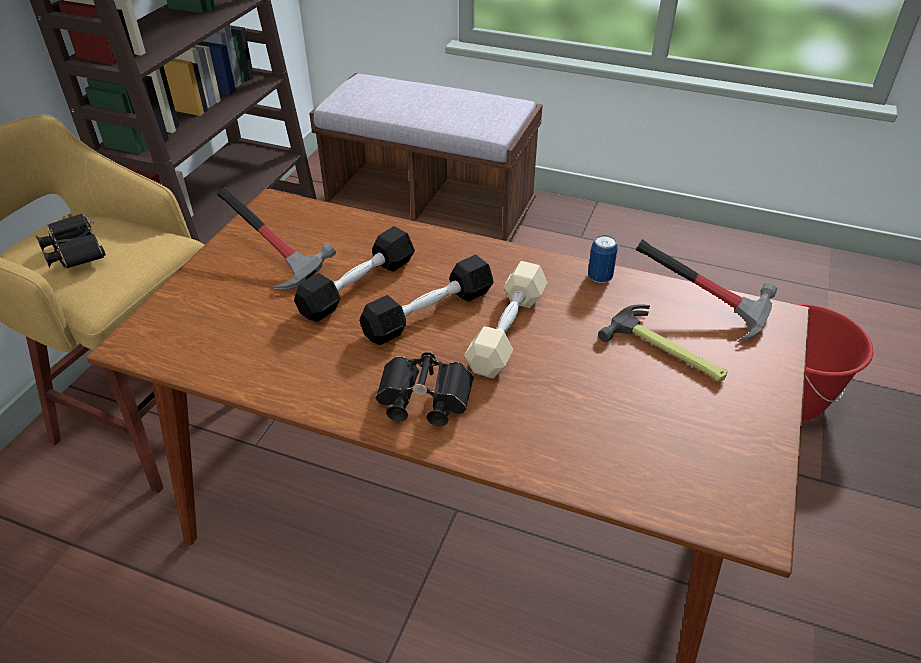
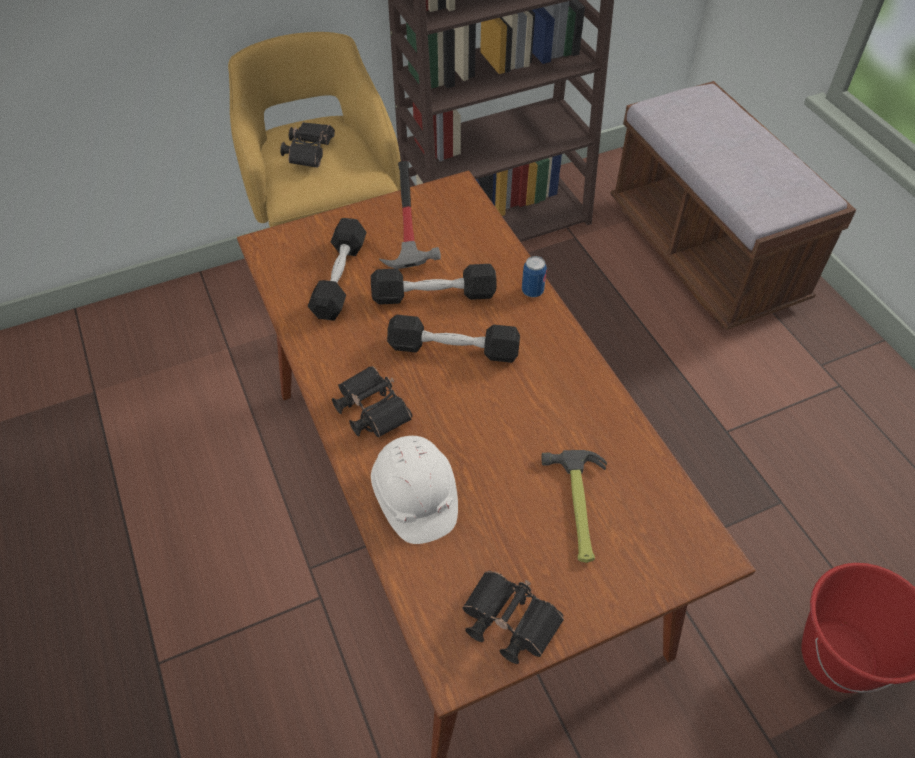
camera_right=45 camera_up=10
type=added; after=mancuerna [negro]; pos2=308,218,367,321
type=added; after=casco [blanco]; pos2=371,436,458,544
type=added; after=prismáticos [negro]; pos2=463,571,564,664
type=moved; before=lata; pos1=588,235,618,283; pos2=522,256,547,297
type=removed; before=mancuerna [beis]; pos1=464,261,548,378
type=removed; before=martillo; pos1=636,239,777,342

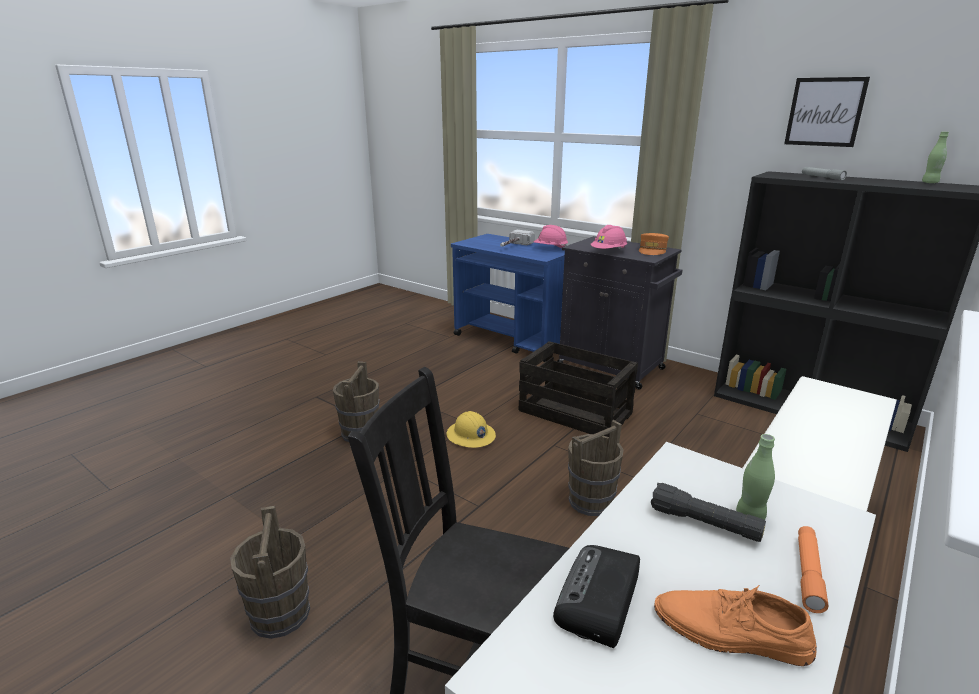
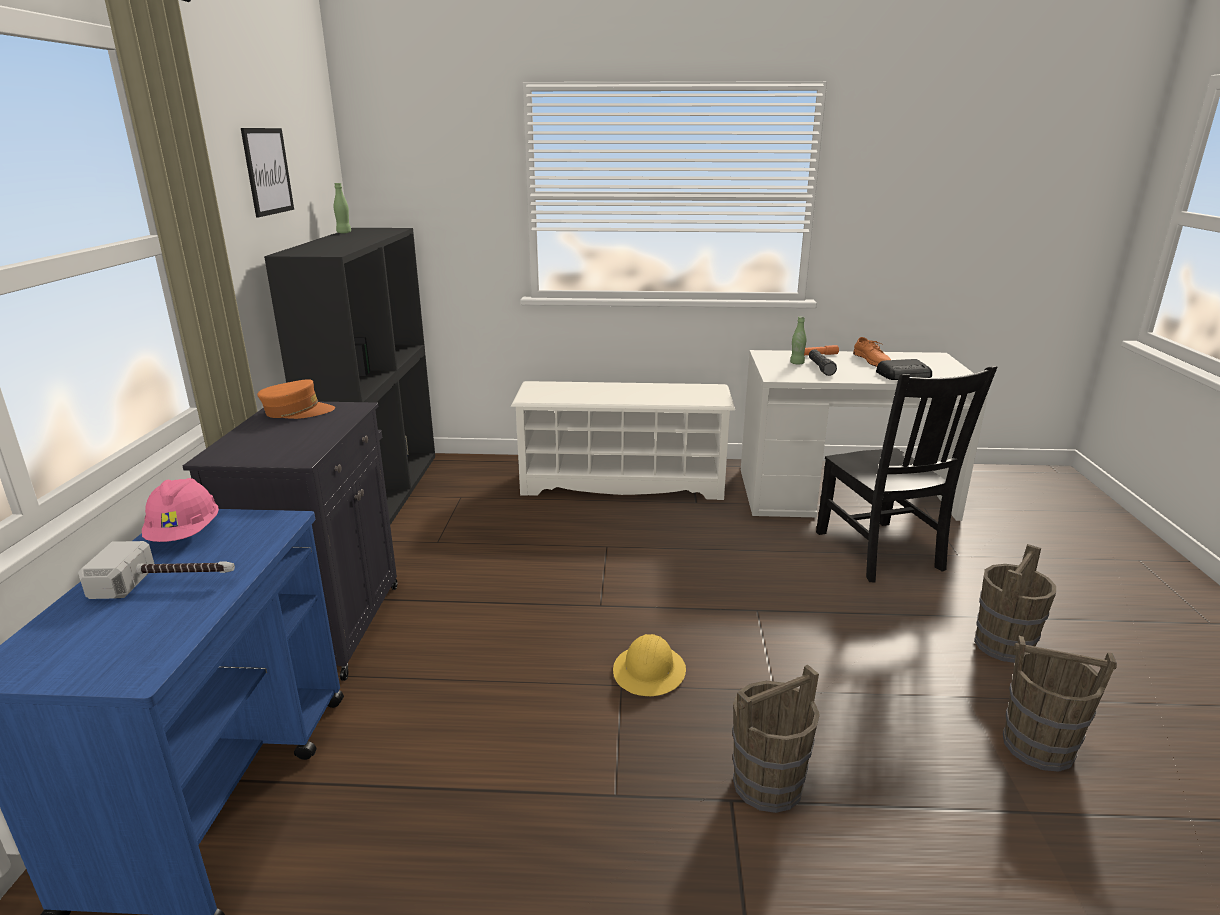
camera_right=-125 camera_up=0
type=moved; before=cubo [marrón]; pos1=568,420,624,516; pos2=1003,636,1117,772
type=removed; before=caja de embalaje; pos1=519,341,638,437
type=removed; before=casco [rosa]; pos1=591,225,627,249
type=removed; before=linterna [gris]; pos1=802,167,847,180

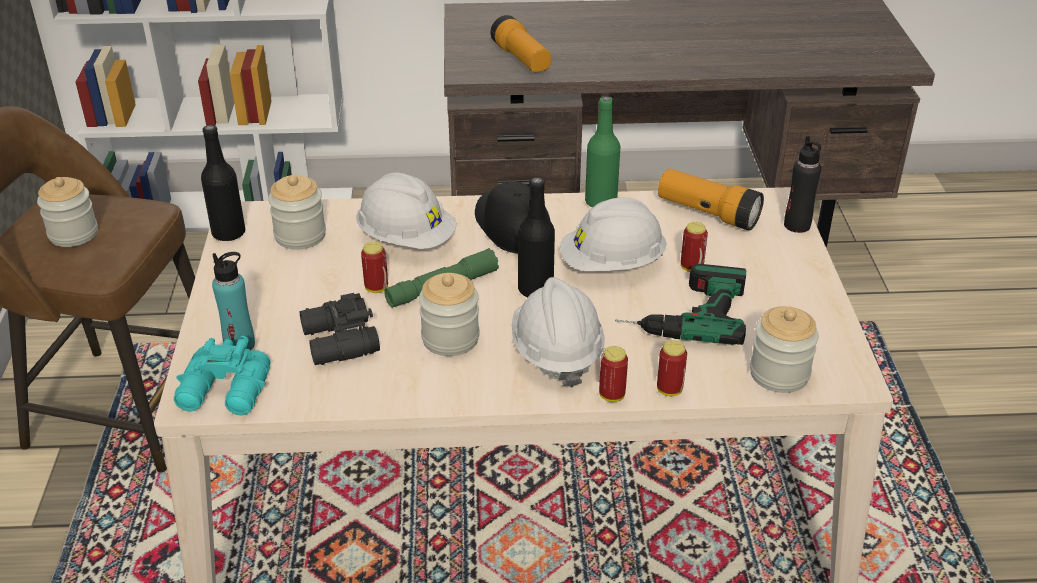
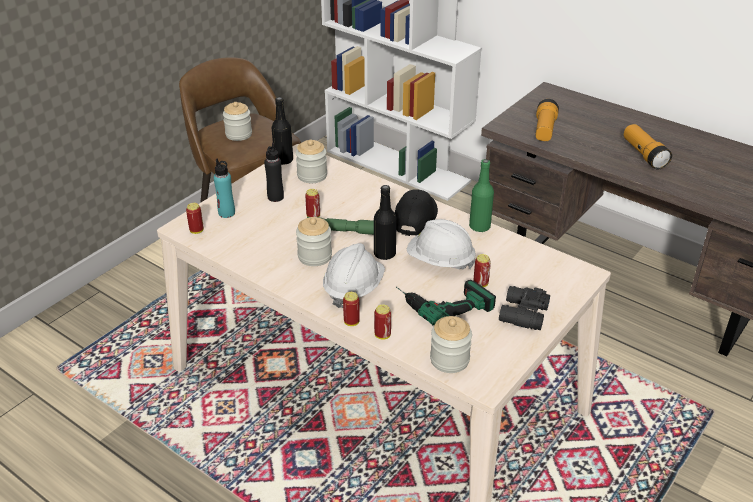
camera_right=40 camera_up=0
type=replaced; before=prismáticos [turquesa]; after=lata; pos1=174,336,270,415; pos2=186,203,204,234
type=moved; before=botella [negro]; pos1=784,136,821,233; pos2=264,143,284,202
type=moved; before=prismáticos [negro]; pos1=300,293,380,365; pos2=499,286,550,330
type=moved; before=linterna; pos1=658,168,764,231; pos2=623,124,672,170
type=removed; before=casco [blanco]; pos1=356,172,457,249

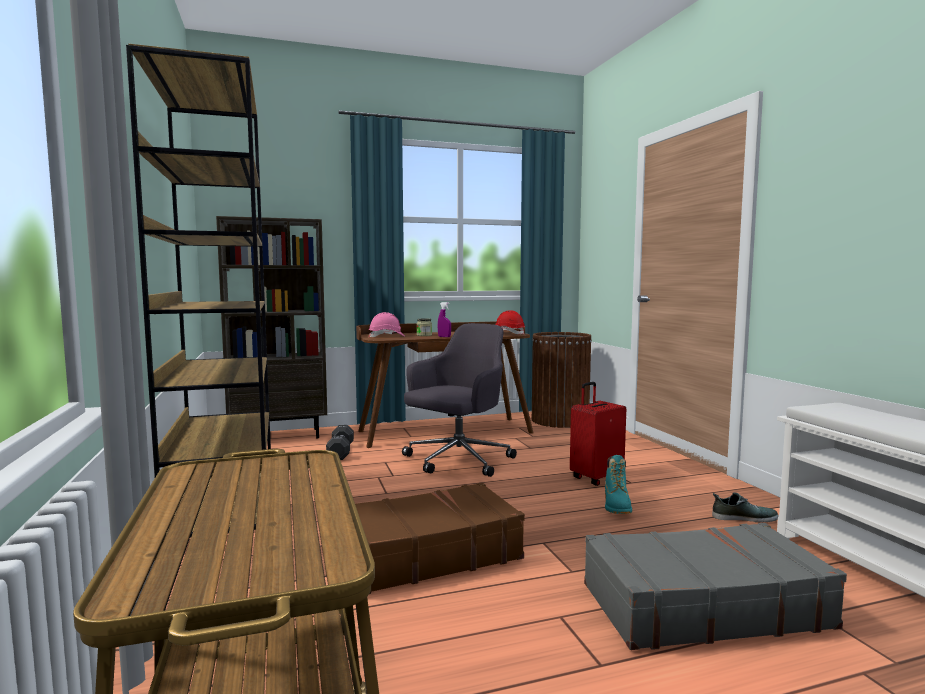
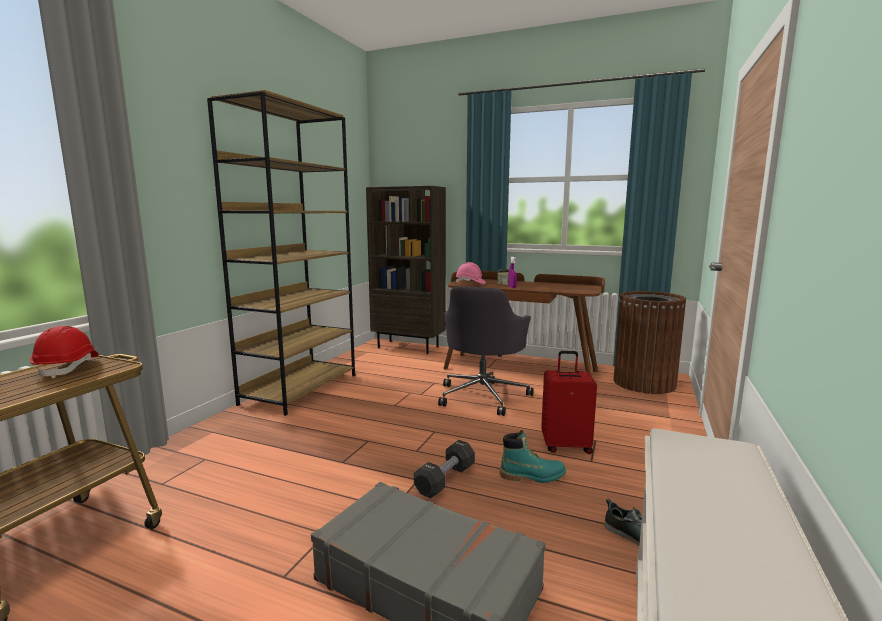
camera_right=40 camera_up=5
type=moved; before=casco [rojo]; pos1=495,310,525,334; pos2=30,326,99,378
type=moved; before=mancuerna [negro]; pos1=326,425,354,460; pos2=414,440,475,498
type=turned; before=silla de oficina [gris]; pos1=402,323,517,477; pos2=438,286,534,416; turn=120
type=turned; before=bota [turquesa]; pos1=605,455,632,514; pos2=500,430,566,483; turn=-135
type=removed; before=maleta [marrón]; pos1=355,482,525,594

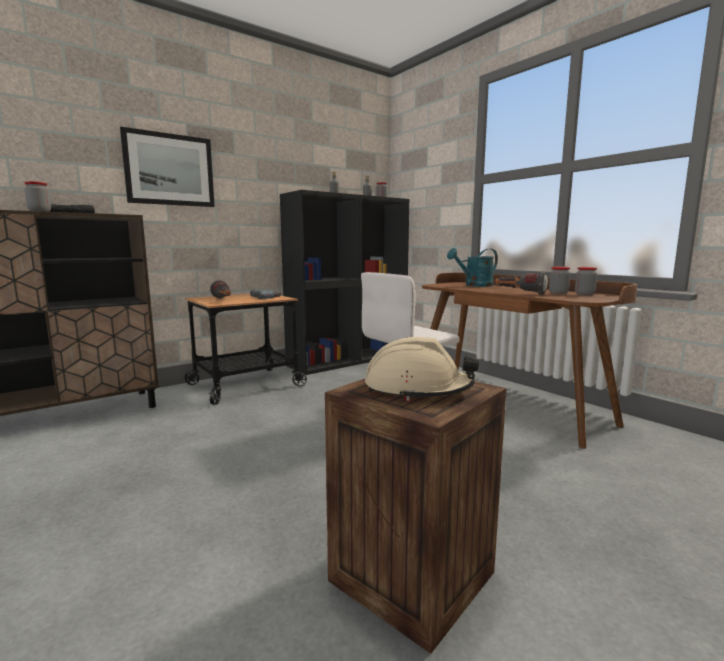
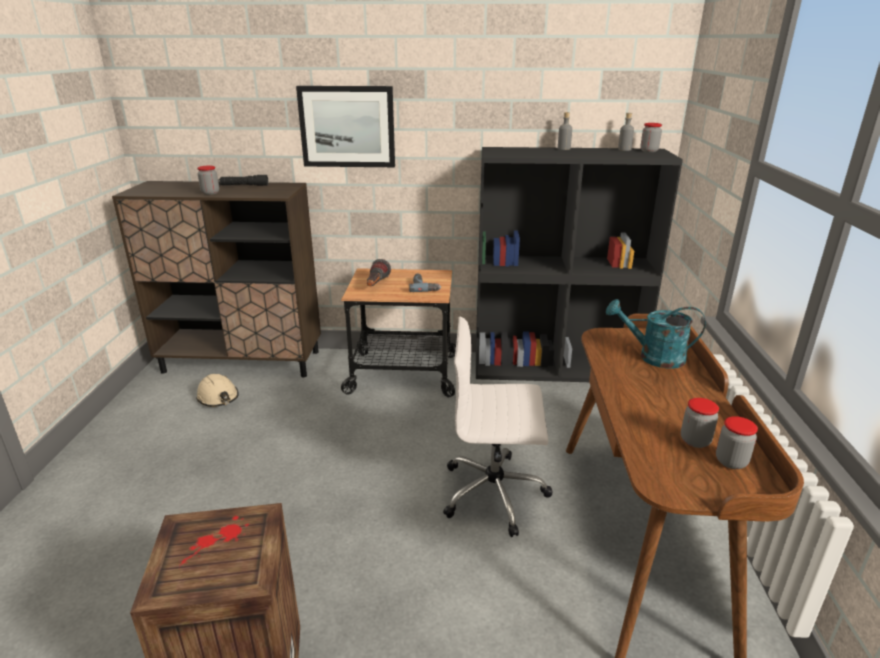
camera_right=40 camera_up=15
type=moved; before=casco [beis]; pos1=365,337,479,401; pos2=196,374,239,407
type=removed; before=linterna; pos1=495,271,548,295

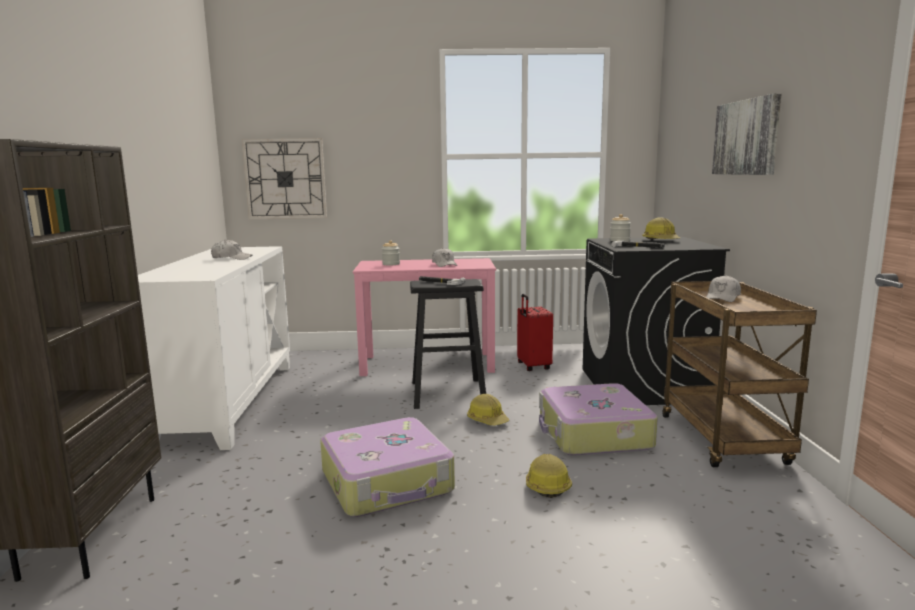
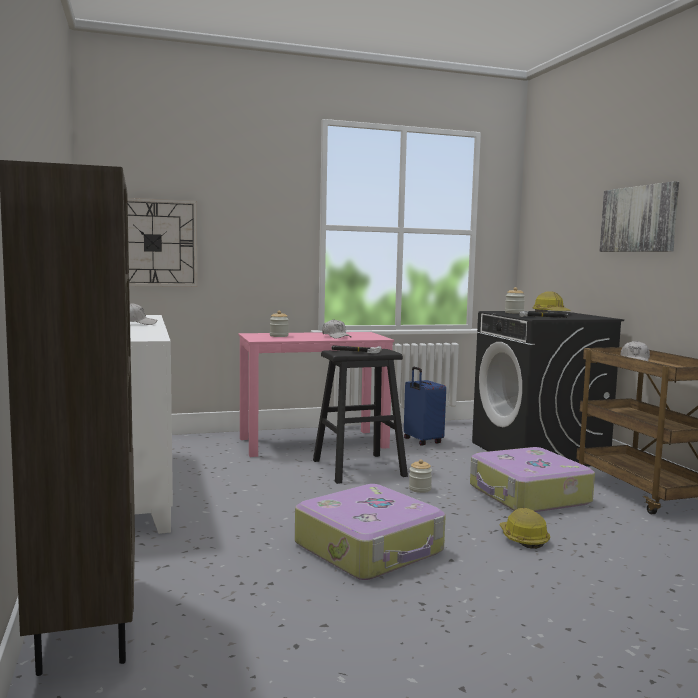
camera_right=-15 camera_up=-5
type=recoloured; before=maleta [rojo]; after=maleta [azul]; pos1=517,294,553,371; pos2=404,367,446,446
type=replaced; before=casco; after=tarro; pos1=467,394,509,425; pos2=409,459,432,493

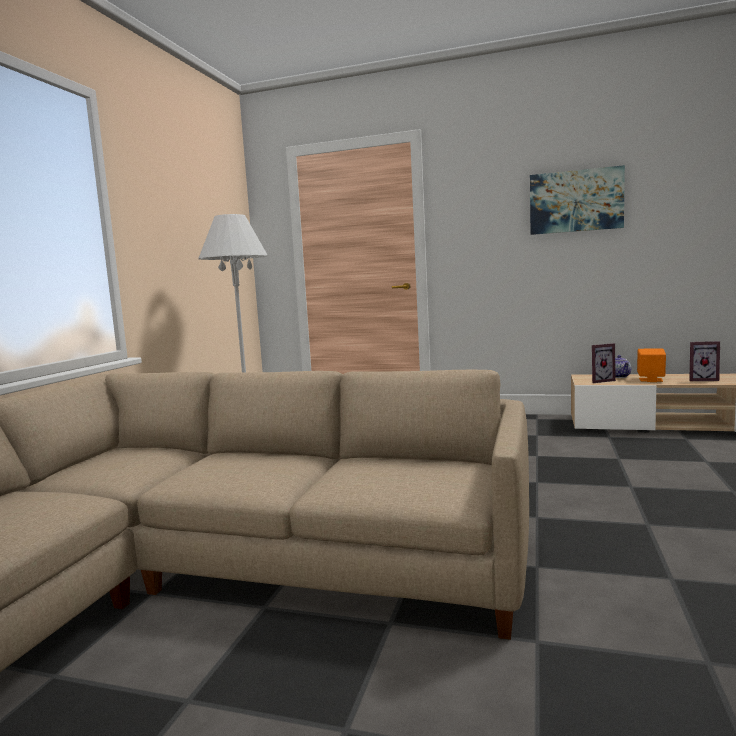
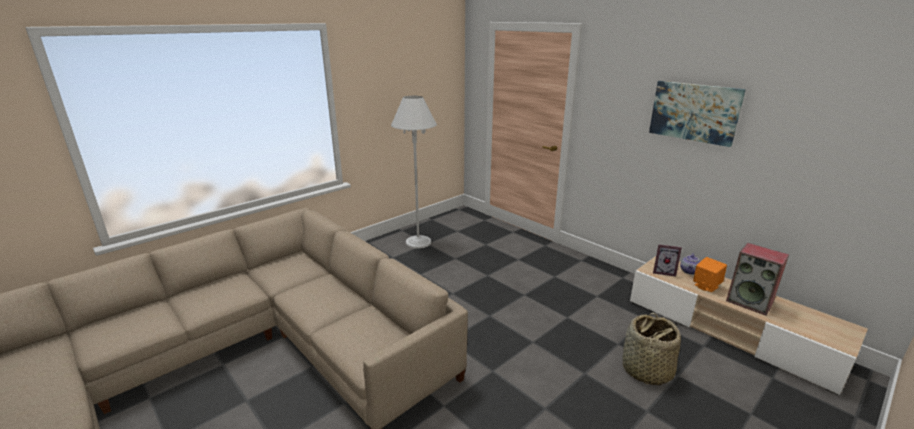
camera_right=30 camera_up=15
type=added; after=cesta; pos2=622,313,681,385
type=replaced; before=portarretratos; after=altavoz; pos1=689,341,720,381; pos2=726,243,789,316

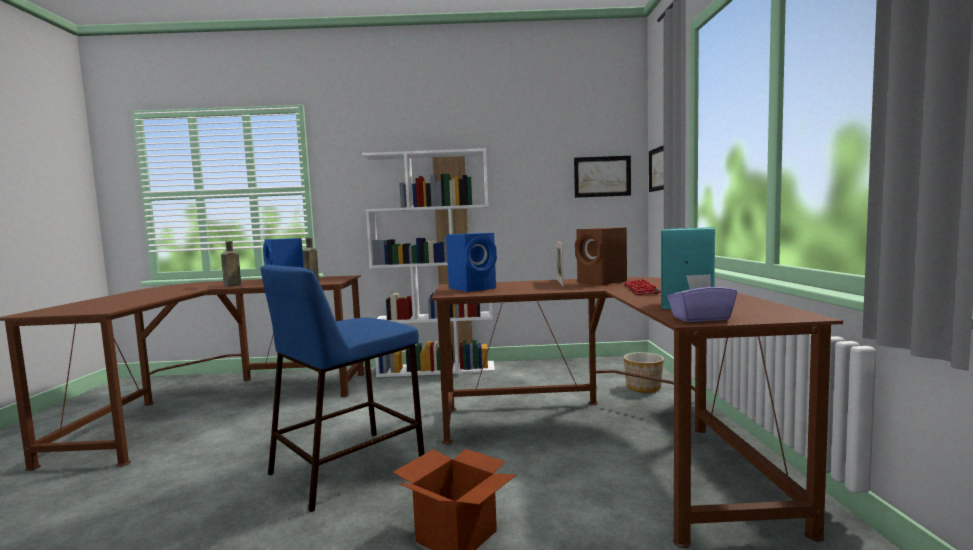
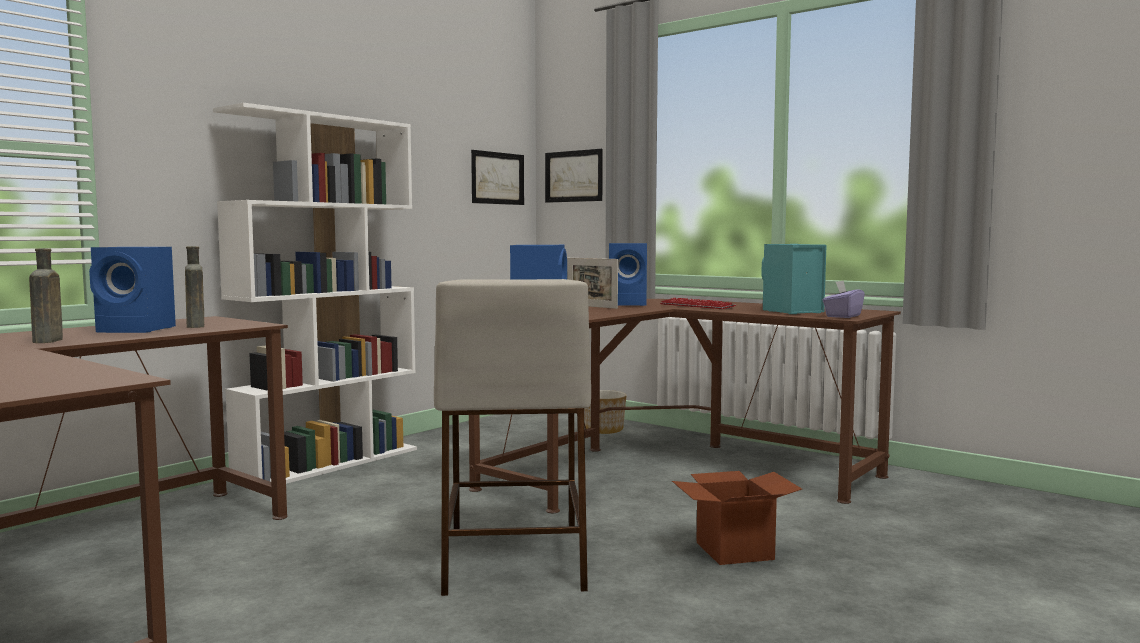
camera_right=-50 camera_up=0
type=recoloured; before=taburete [azul]; after=taburete [beis]; pos1=260,264,425,512; pos2=434,279,591,596
type=recoloured; before=altavoz [marrón]; after=altavoz [azul]; pos1=575,227,627,285; pos2=609,243,647,306

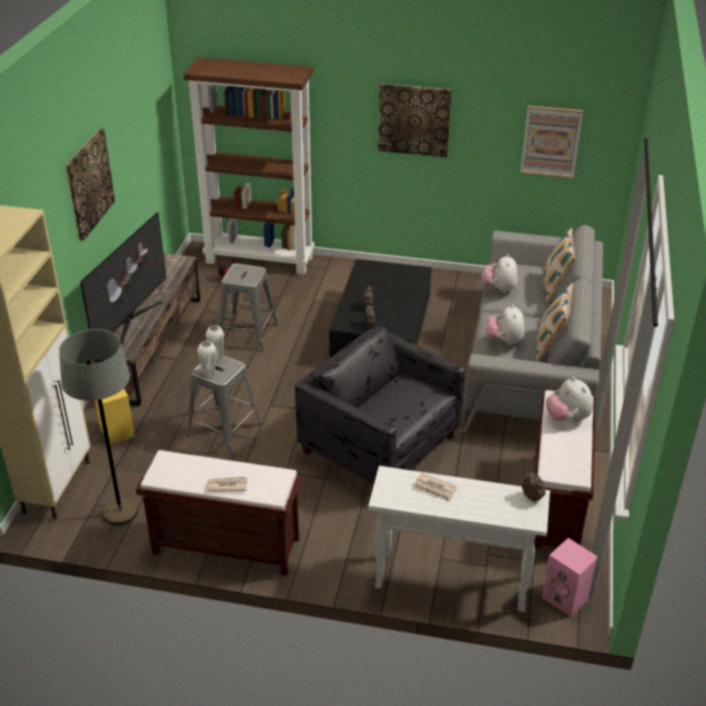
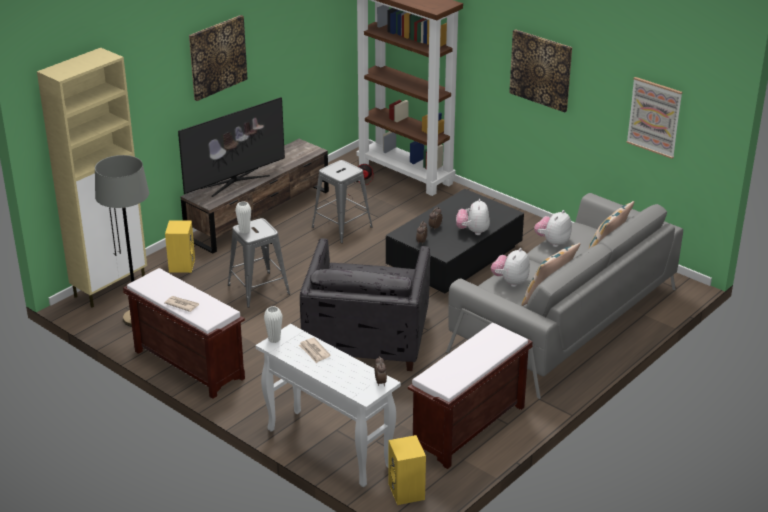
camera_right=30 camera_up=-5
type=moved; before=florero [blanco]; pos1=206,325,224,360; pos2=264,306,282,343
type=turned; before=sillón [gris]; pos1=295,326,465,484; pos2=300,238,430,371; turn=-150
type=recoloured; before=altavoz [rosa]; after=altavoz [amarillo]; pos1=542,538,597,617; pos2=388,435,426,505
type=moved; before=peluche; pos1=546,377,593,422; pos2=456,199,490,235

